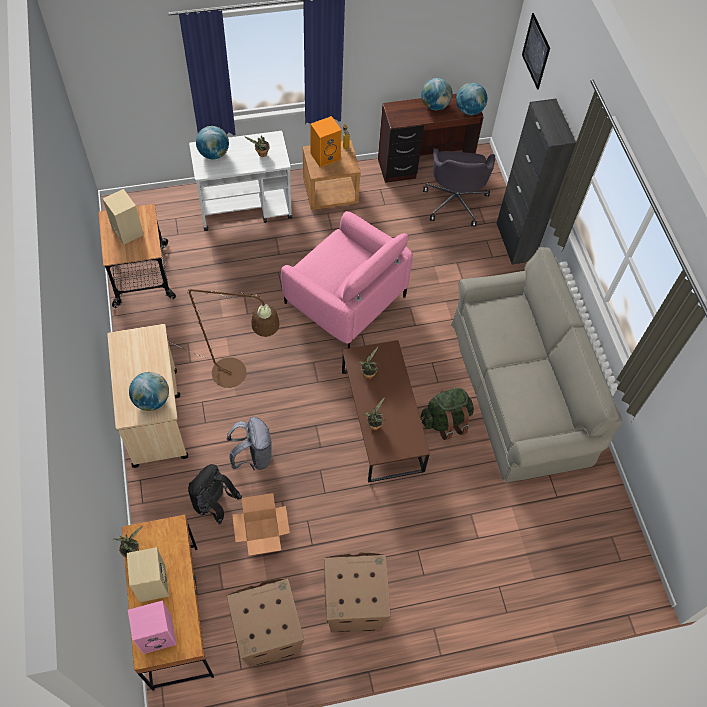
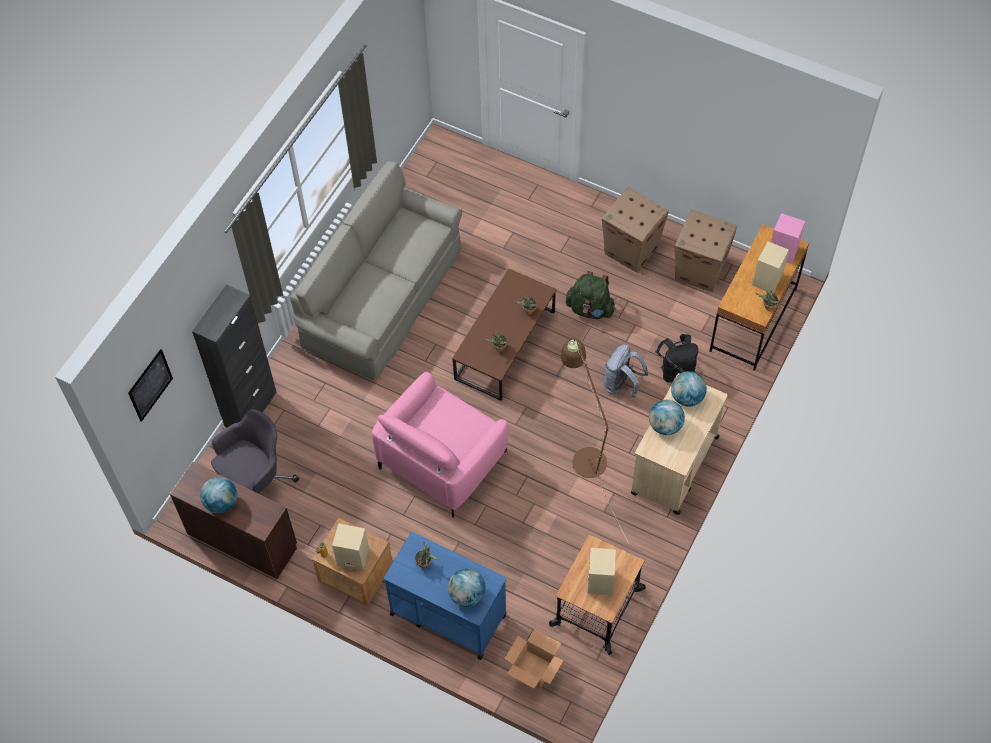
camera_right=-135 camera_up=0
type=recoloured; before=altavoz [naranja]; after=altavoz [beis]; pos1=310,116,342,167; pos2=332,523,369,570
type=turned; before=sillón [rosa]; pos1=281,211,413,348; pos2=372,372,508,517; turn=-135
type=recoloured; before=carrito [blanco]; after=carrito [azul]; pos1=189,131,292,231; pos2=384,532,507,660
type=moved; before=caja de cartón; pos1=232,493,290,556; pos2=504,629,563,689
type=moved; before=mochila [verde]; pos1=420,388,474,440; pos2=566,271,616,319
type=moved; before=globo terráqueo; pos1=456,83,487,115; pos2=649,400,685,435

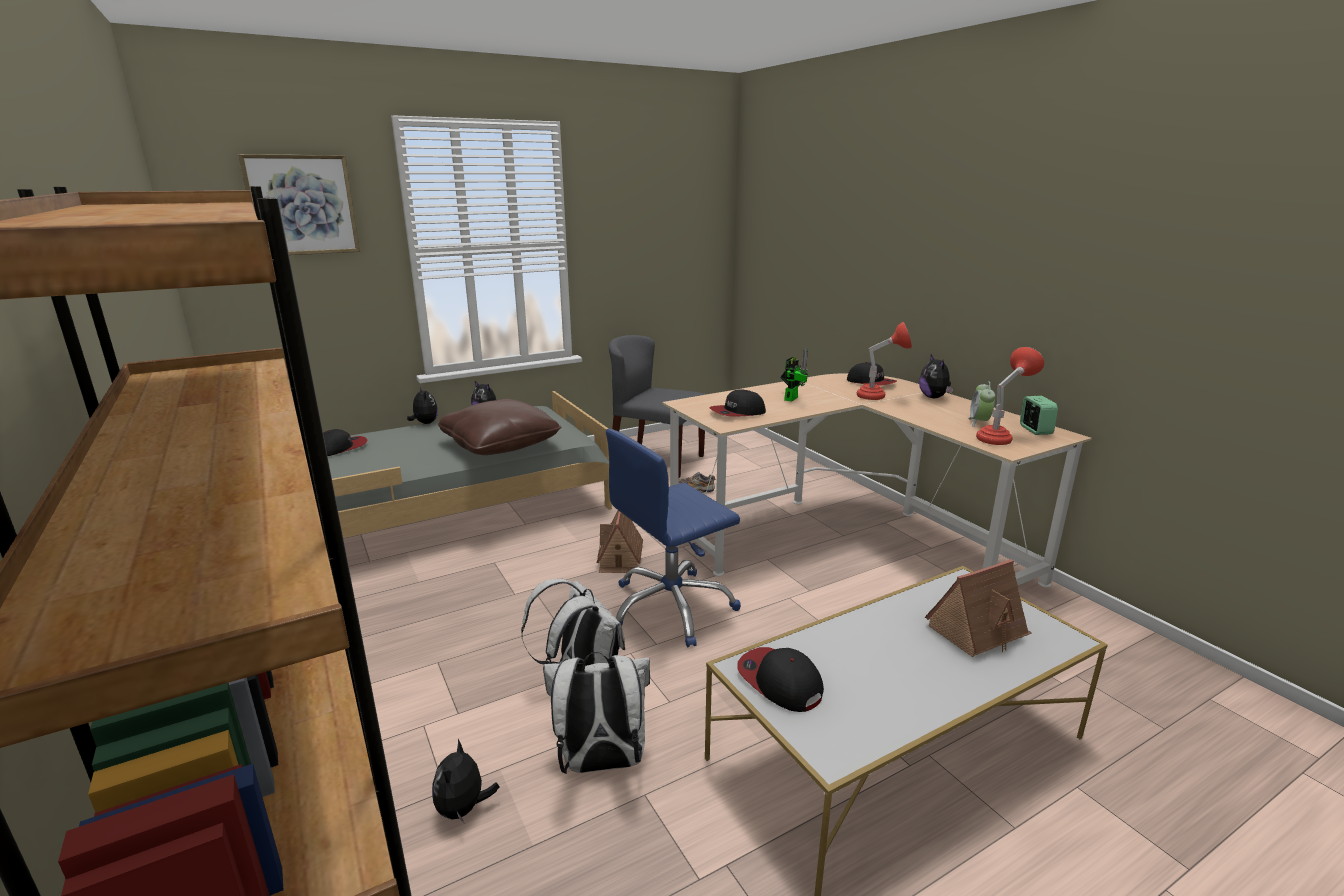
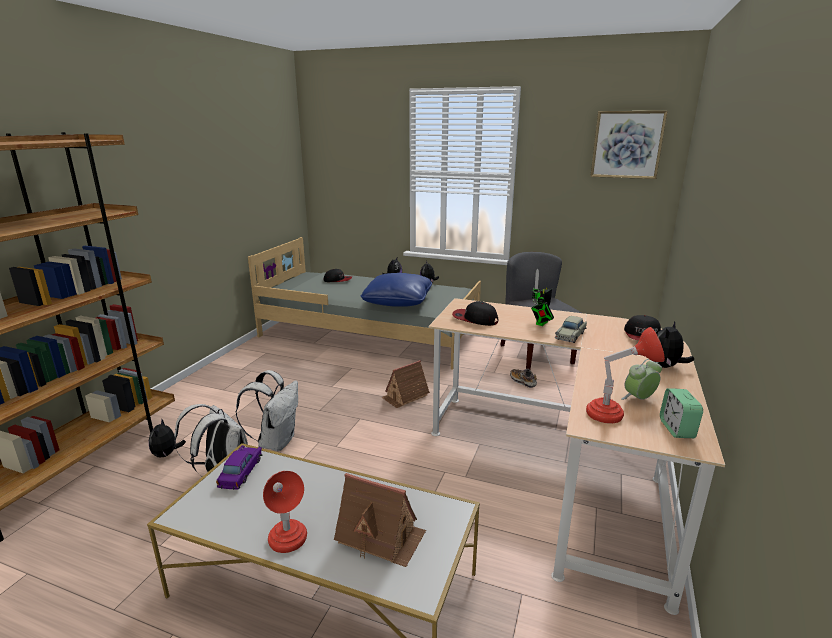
camera_right=50 camera_up=0
type=turned; before=peluche; pos1=432,739,500,823; pos2=149,418,186,458; turn=-60
type=replaced; before=gorra; after=coche de juguete [morado]; pos1=737,647,824,712; pos2=216,445,262,490
type=moved; before=lámpara de mesa [rojo]; pos1=857,322,912,400; pos2=263,471,307,553
type=recoloured; before=cojín [marrón]; after=cojín [azul]; pos1=438,399,561,455; pos2=361,273,432,307
type=turned; before=robot de juguete; pos1=780,348,809,402; pos2=531,269,554,326; turn=135
type=added; after=coche de juguete [beis]; pos2=555,316,587,343
type=moved; before=cuadro; pos1=238,154,360,255; pos2=590,111,667,179
type=turned; before=despertador; pos1=1020,396,1058,435; pos2=660,388,703,438; turn=135
type=removed; before=silla de oficina [azul]; pos1=606,429,741,647

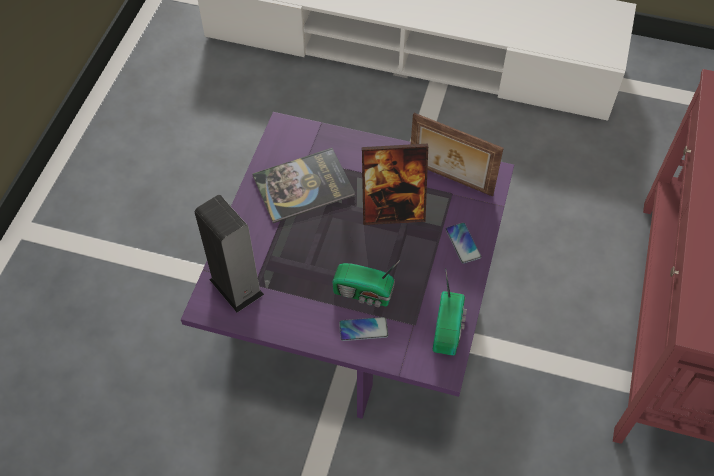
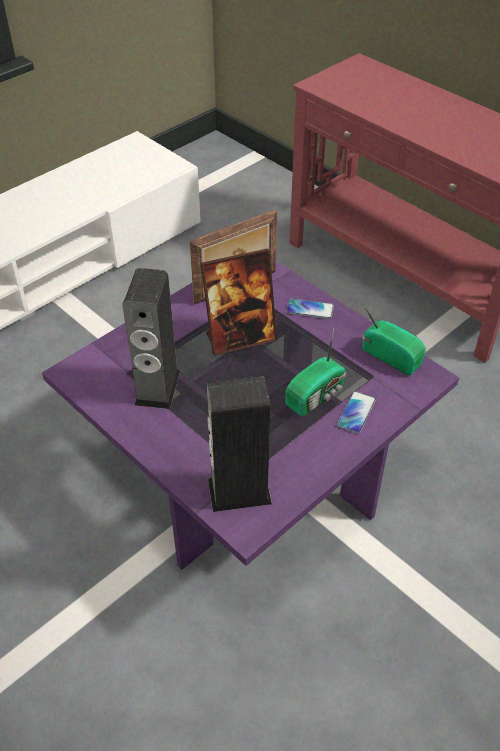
camera_right=-60 camera_up=-10
type=replaced; before=libro; after=altavoz; pos1=252,148,355,223; pos2=123,268,180,409
type=turned; before=portarretratos; pos1=362,144,428,225; pos2=201,248,277,356; turn=45

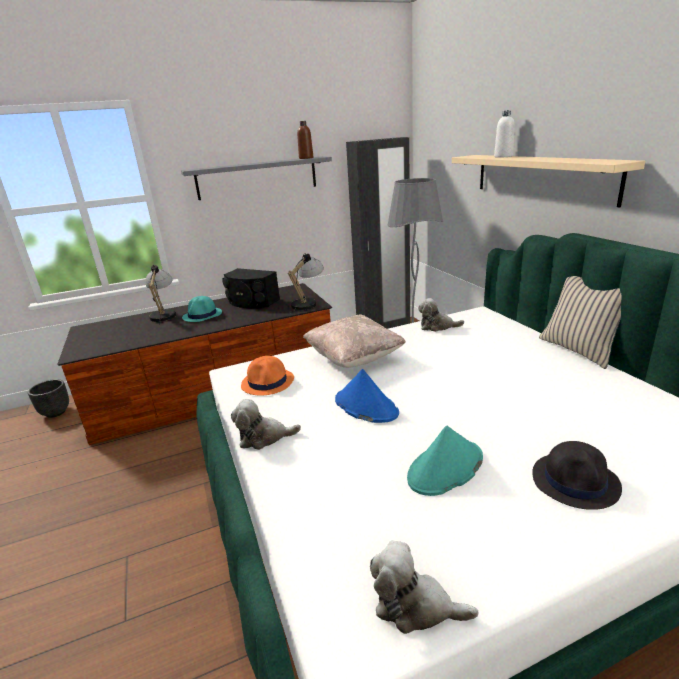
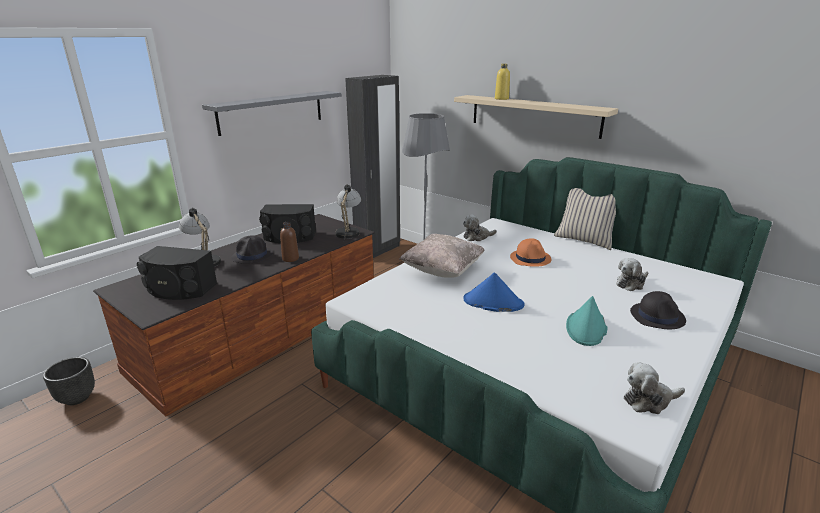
camera_right=-30 camera_up=0
type=added; after=altavoz [negro]; pos2=137,246,217,300
type=recoloured; before=sombrero [turquesa]; after=sombrero [negro]; pos1=182,296,222,322; pos2=231,235,273,264
type=moved; before=botella [marrón]; pos1=297,121,313,159; pos2=280,222,299,262
type=recoloured; before=botella [blanco]; after=botella [amarillo]; pos1=494,110,515,158; pos2=495,64,510,100
type=moved; before=sombrero [naranja]; pos1=241,356,294,395; pos2=510,238,551,267
type=moved; before=peluche; pos1=231,399,301,450; pos2=616,258,649,291

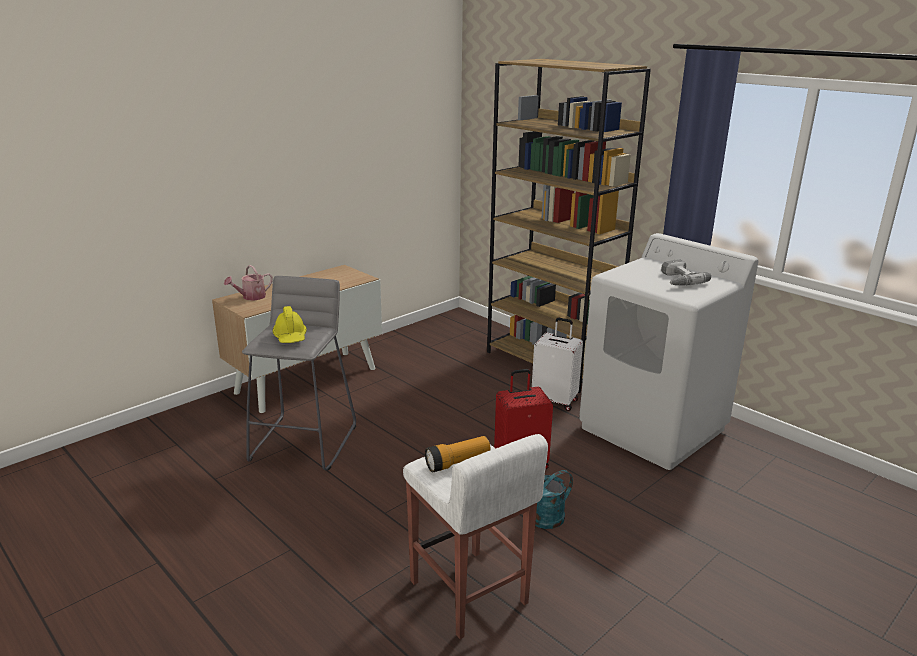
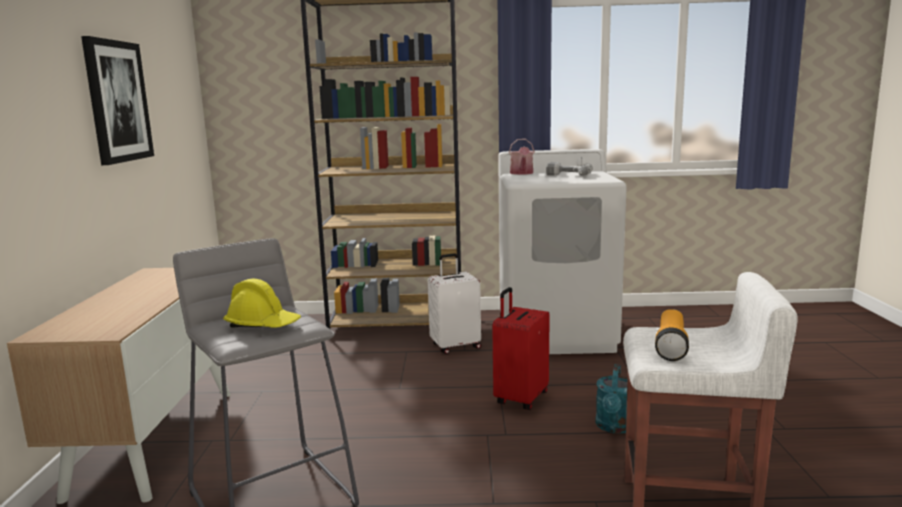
camera_right=-45 camera_up=-10
type=added; after=cuadro; pos2=81,36,154,165
type=moved; before=regadera; pos1=224,265,273,301; pos2=509,139,535,175

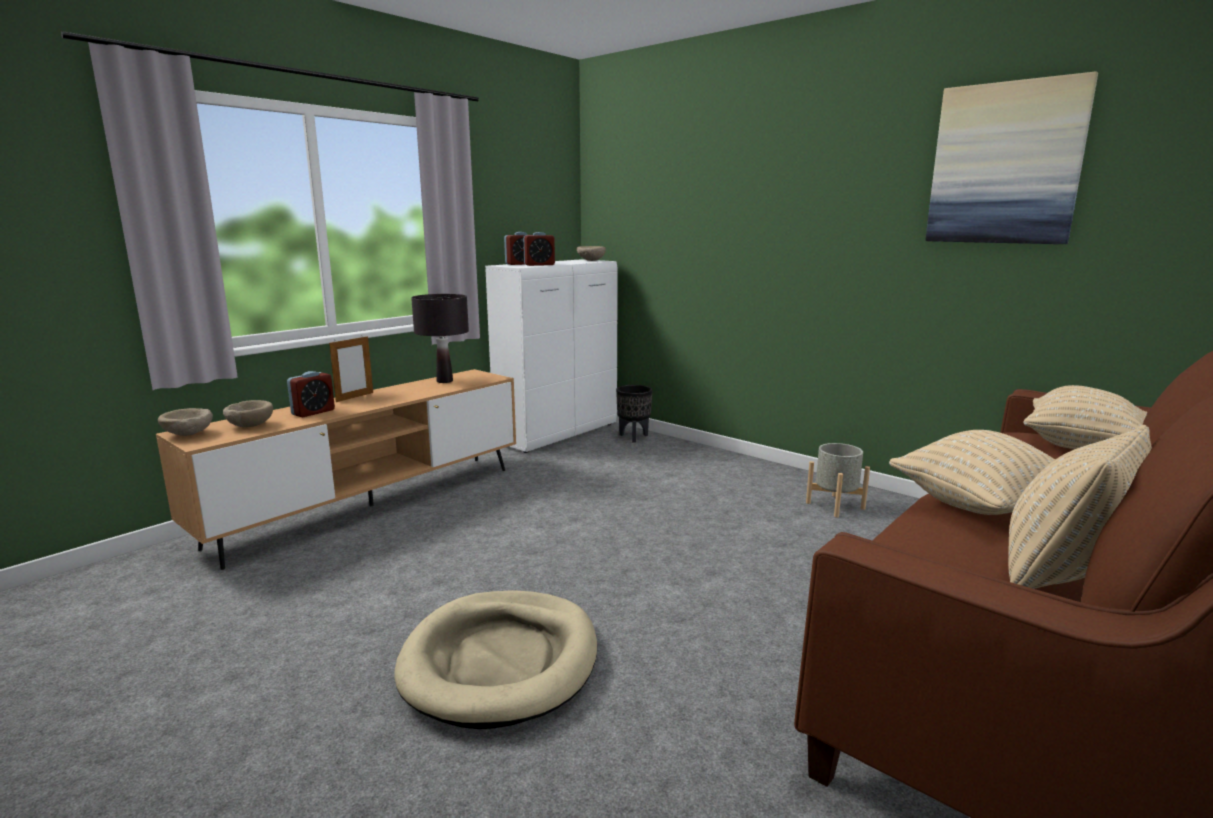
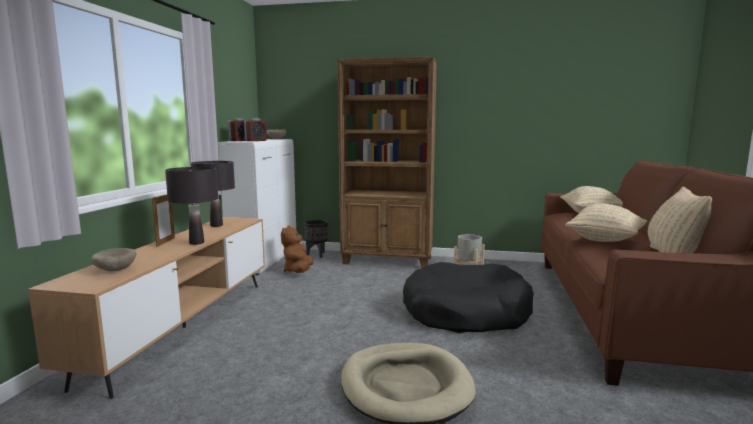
camera_right=-30 camera_up=-5
type=added; after=lámpara de mesa [negro]; pos2=165,167,218,245
type=added; after=peluche [marrón]; pos2=281,226,314,273
type=added; after=estantería [marrón]; pos2=337,56,437,268
type=added; after=cama para perro [negro]; pos2=403,262,534,333
type=removed; before=cuenco [beis]; pos1=158,408,213,436
type=removed; before=despertador; pos1=287,371,335,417
type=removed; before=cuadro; pos1=926,71,1098,244

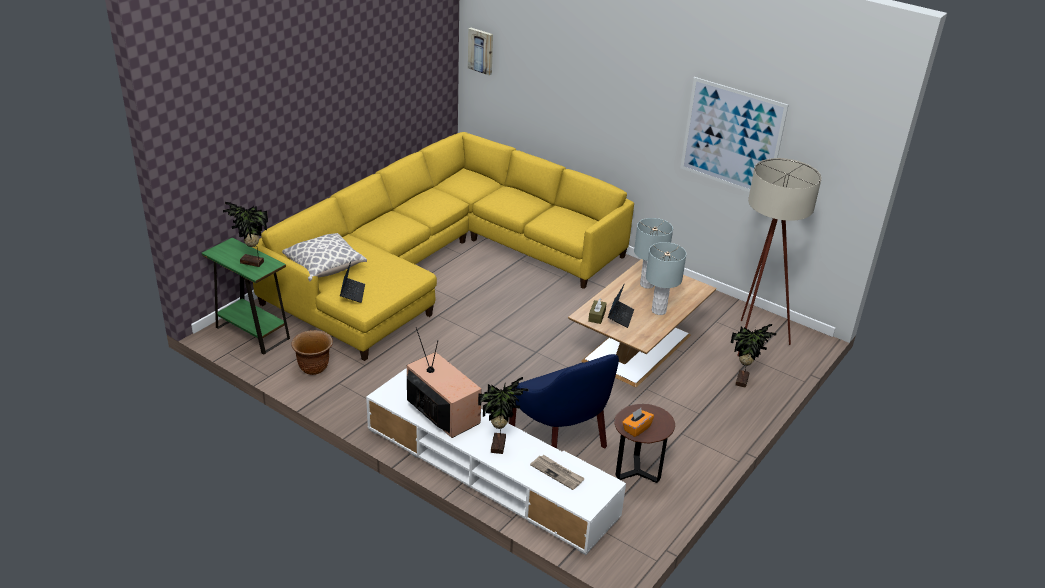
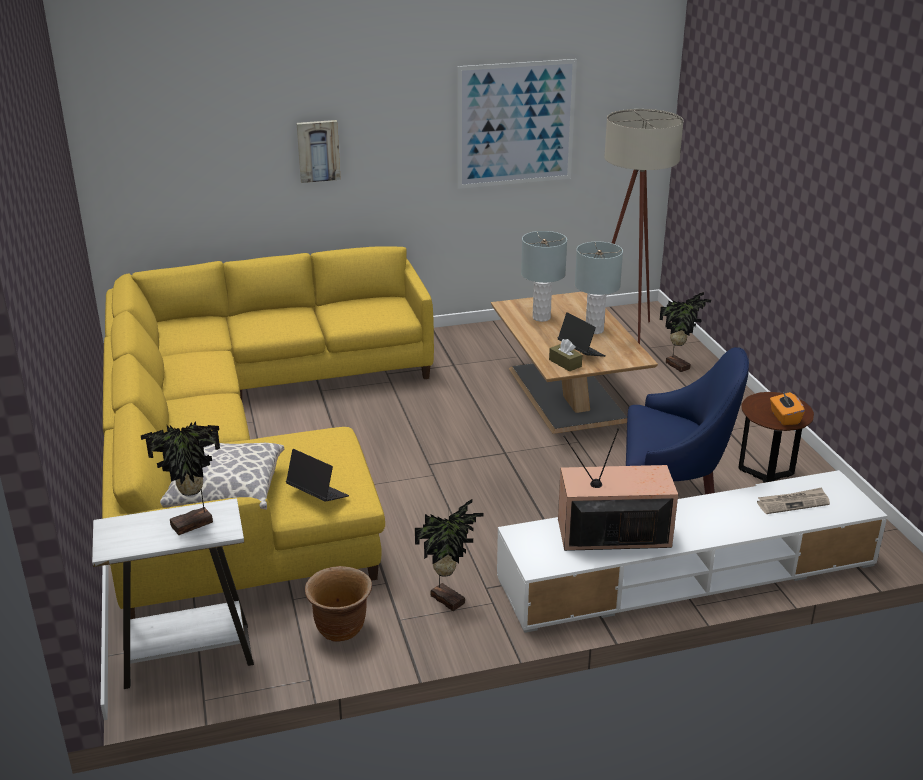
camera_right=-50 camera_up=-5
type=recoloured; before=mesa auxiliar [verde]; after=mesa auxiliar [blanco]; pos1=202,238,290,355; pos2=92,498,254,689
type=moved; before=cuadro; pos1=468,28,493,75; pos2=297,120,341,183
type=moved; before=planta en maceta; pos1=478,377,528,454; pos2=415,499,483,611

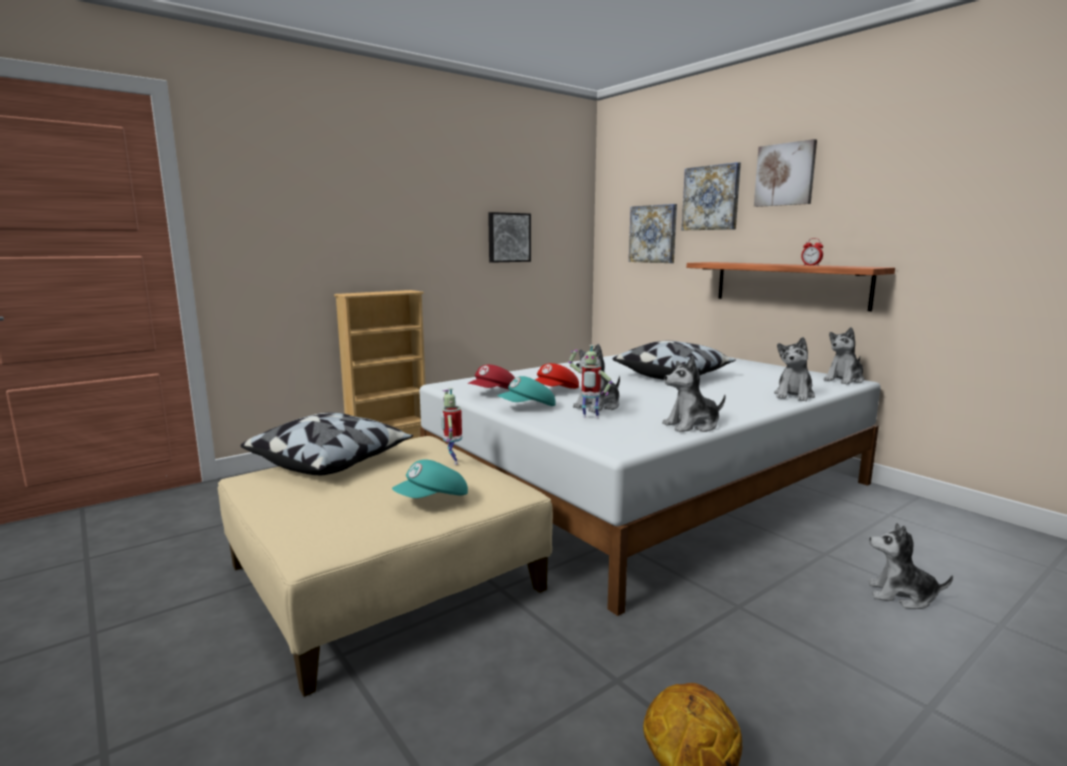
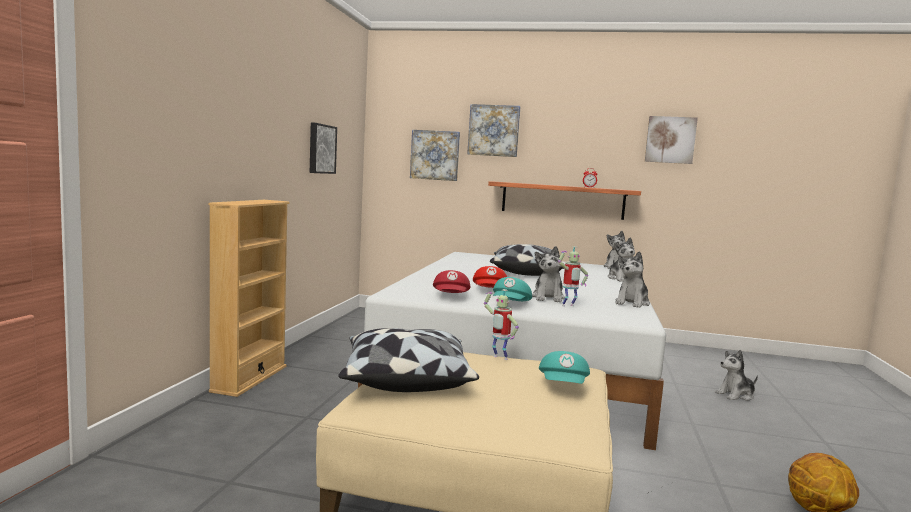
camera_right=-40 camera_up=-5
type=moved; before=cuadro; pos1=754,139,817,207; pos2=645,116,698,164

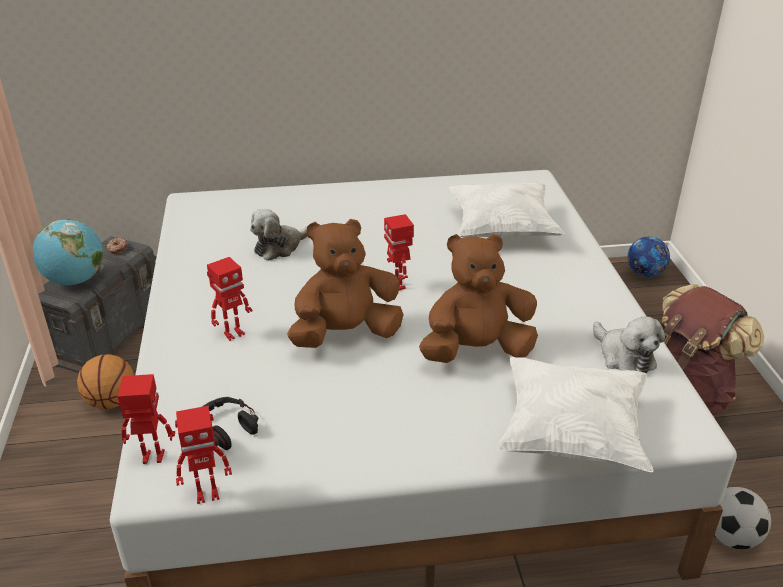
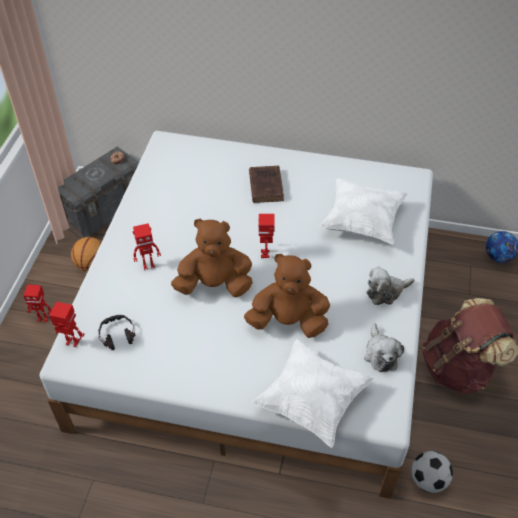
camera_right=20 camera_up=15
type=moved; before=robot de juguete; pos1=175,406,232,504; pos2=23,284,51,323
type=added; after=libro [marrón]; pos2=249,166,284,203
type=moved; before=peluche; pos1=250,209,308,261; pos2=367,267,415,305
type=removed; before=globo terráqueo; pos1=33,219,103,285

